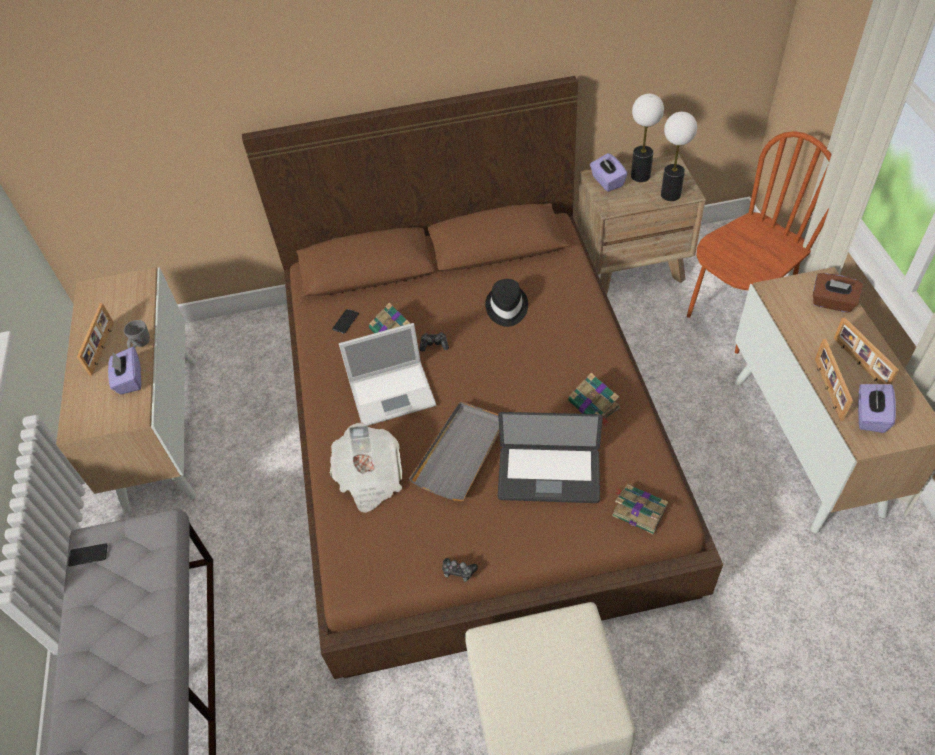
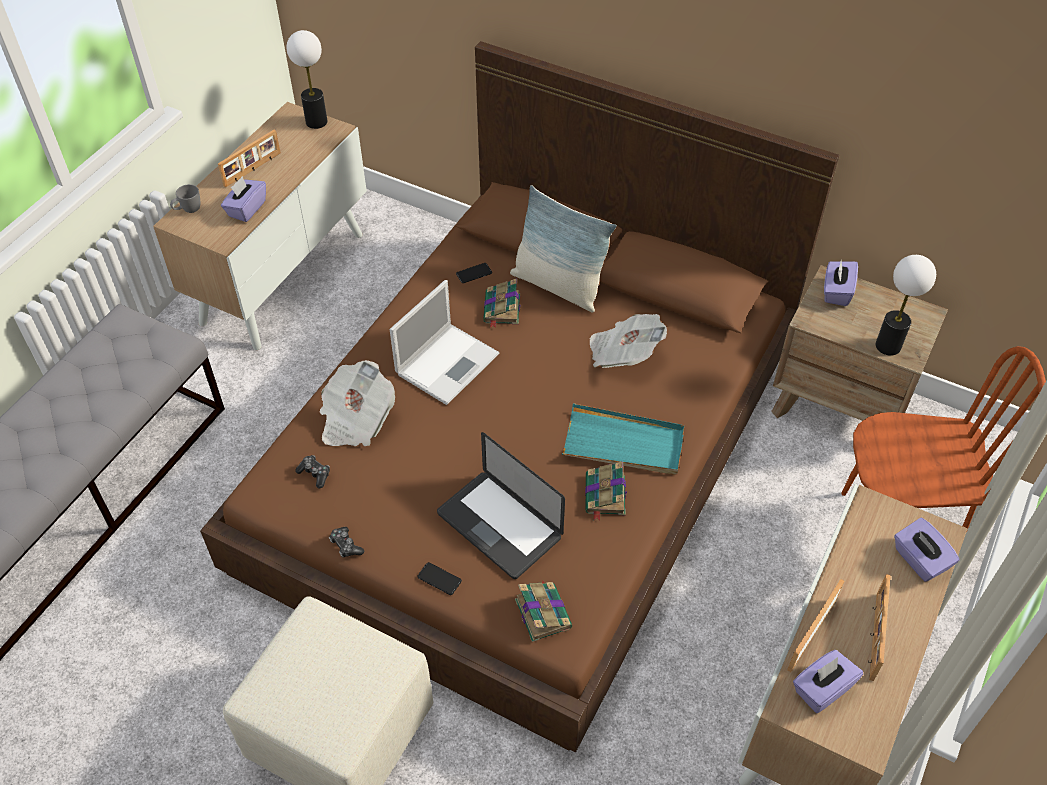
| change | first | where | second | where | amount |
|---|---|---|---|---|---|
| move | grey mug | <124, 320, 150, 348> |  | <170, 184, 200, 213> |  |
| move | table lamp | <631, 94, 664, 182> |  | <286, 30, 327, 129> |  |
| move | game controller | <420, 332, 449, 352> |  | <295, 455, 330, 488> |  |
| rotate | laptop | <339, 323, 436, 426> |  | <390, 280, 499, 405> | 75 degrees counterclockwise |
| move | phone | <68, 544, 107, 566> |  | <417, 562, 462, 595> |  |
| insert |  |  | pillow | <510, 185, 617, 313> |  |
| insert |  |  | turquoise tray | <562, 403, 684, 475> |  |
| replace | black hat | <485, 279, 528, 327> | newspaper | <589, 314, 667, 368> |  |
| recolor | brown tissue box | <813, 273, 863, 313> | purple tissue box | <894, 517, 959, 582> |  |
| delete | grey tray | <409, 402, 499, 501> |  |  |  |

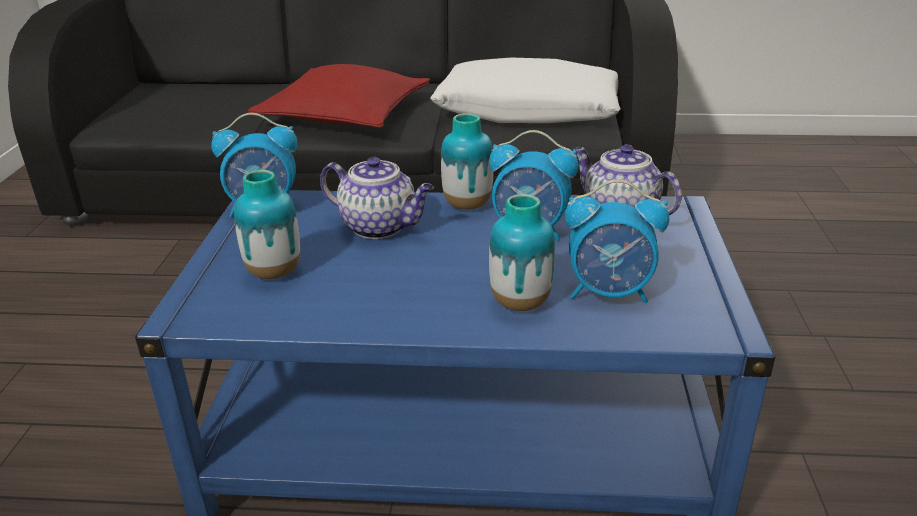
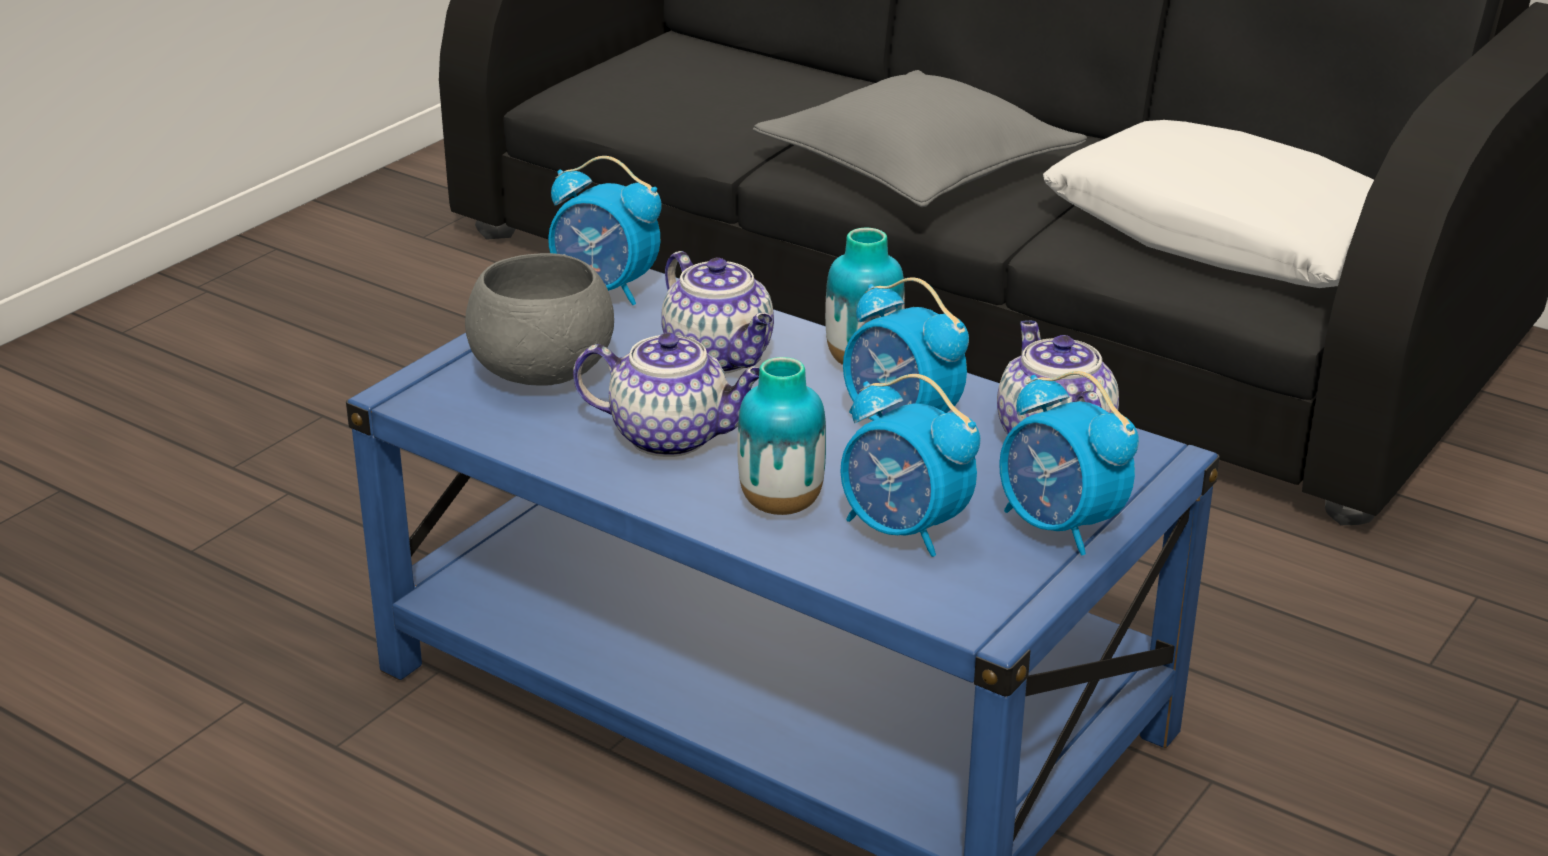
| change | first | where | second | where | amount |
|---|---|---|---|---|---|
| replace | vase | <234, 170, 300, 279> | grey bowl | <465, 253, 614, 386> |  |
| insert |  |  | teapot | <573, 332, 760, 457> |  |
| recolor | red pillow | <248, 64, 430, 128> | grey pillow | <753, 70, 1087, 207> |  |
| insert |  |  | alarm clock | <999, 371, 1139, 555> |  |

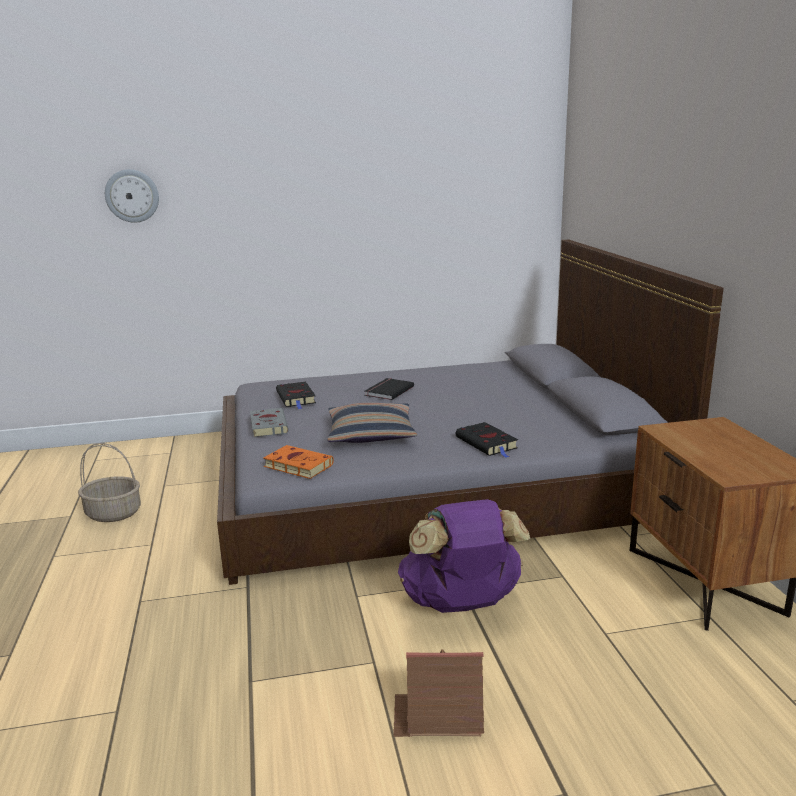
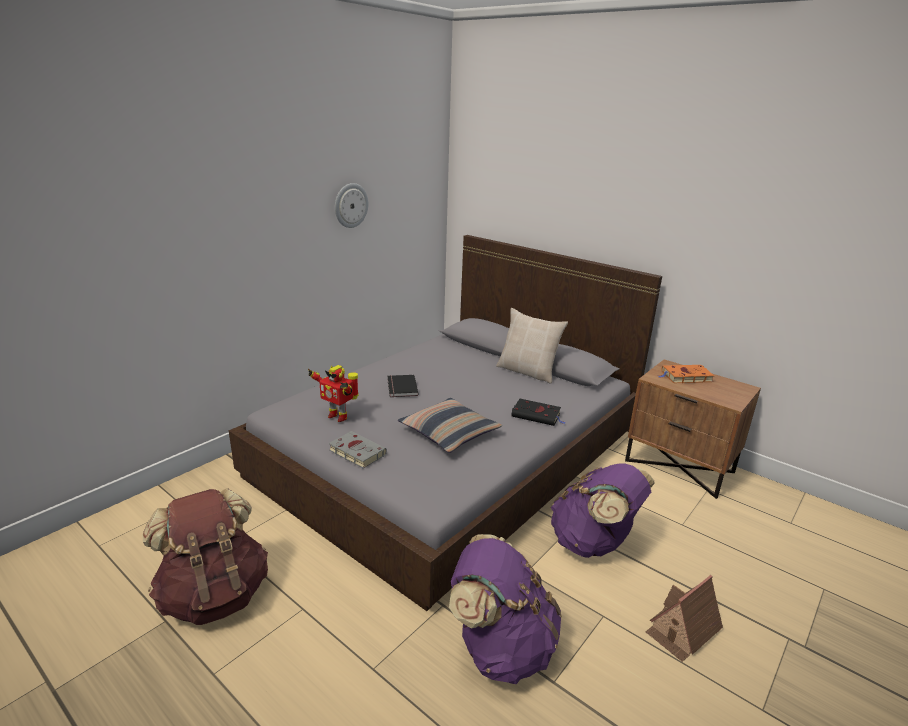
| change | first | where | second | where | amount |
|---|---|---|---|---|---|
| replace | basket | <78, 443, 141, 522> | brown backpack | <143, 488, 268, 625> |  |
| replace | black book | <276, 382, 316, 409> | toy robot | <308, 365, 359, 422> |  |
| move | wall clock | <105, 169, 159, 223> |  | <335, 183, 368, 228> |  |
| insert |  |  | purple backpack | <449, 534, 562, 684> |  |
| insert |  |  | beige pillow | <496, 308, 568, 384> |  |
| move | orange book | <263, 445, 334, 479> |  | <659, 365, 714, 383> |  |

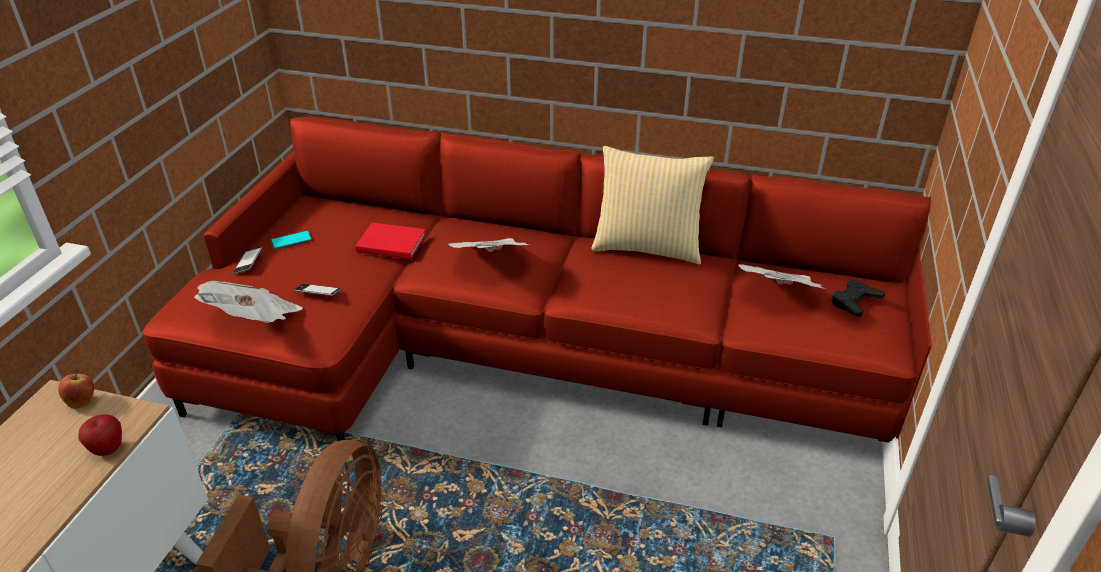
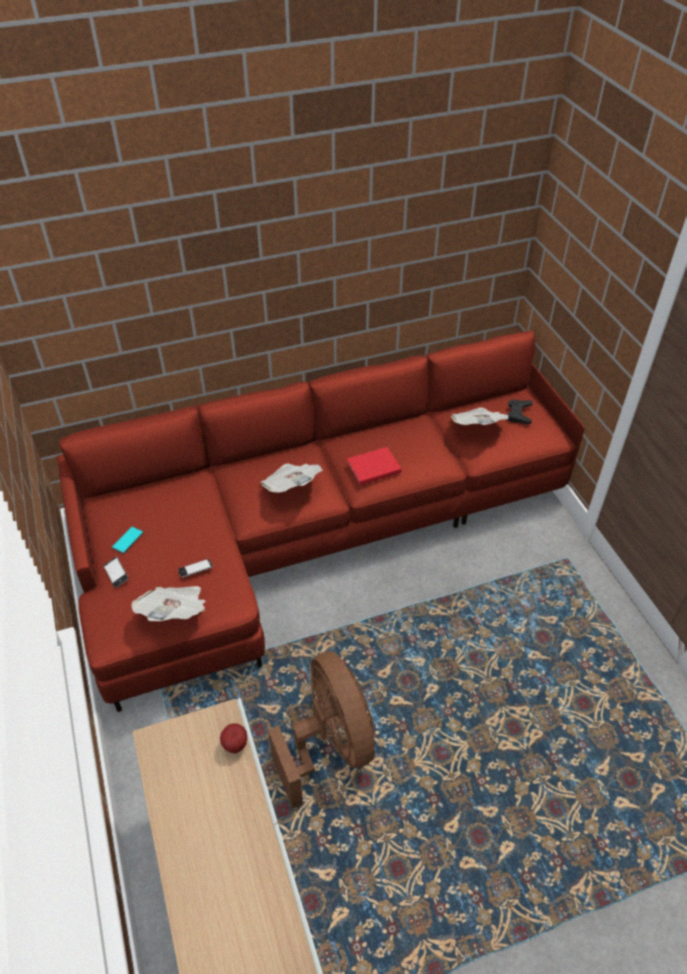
| change | first | where | second | where | amount |
|---|---|---|---|---|---|
| move | red book | <355, 223, 426, 259> |  | <347, 447, 401, 485> |  |
| delete | apple | <58, 370, 94, 409> |  |  |  |
| delete | pillow | <592, 146, 714, 265> |  |  |  |

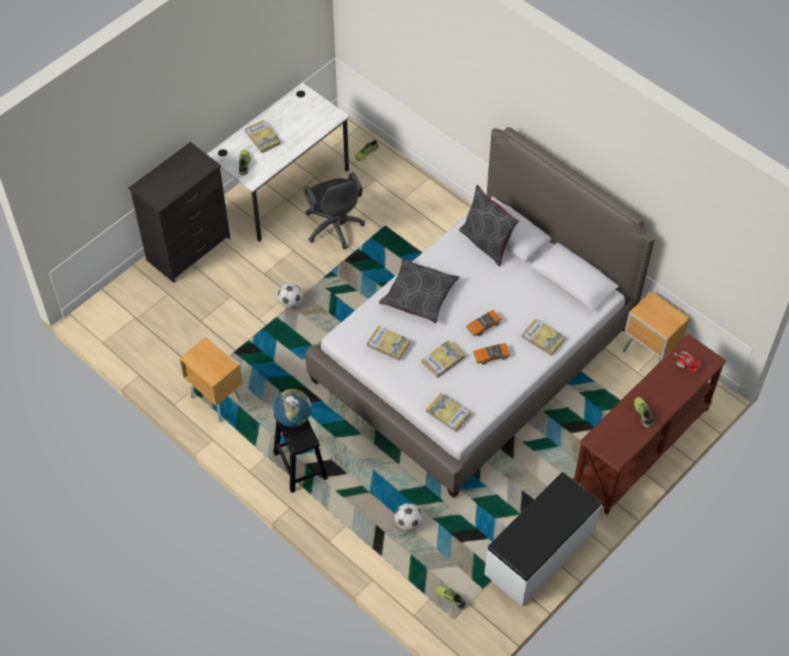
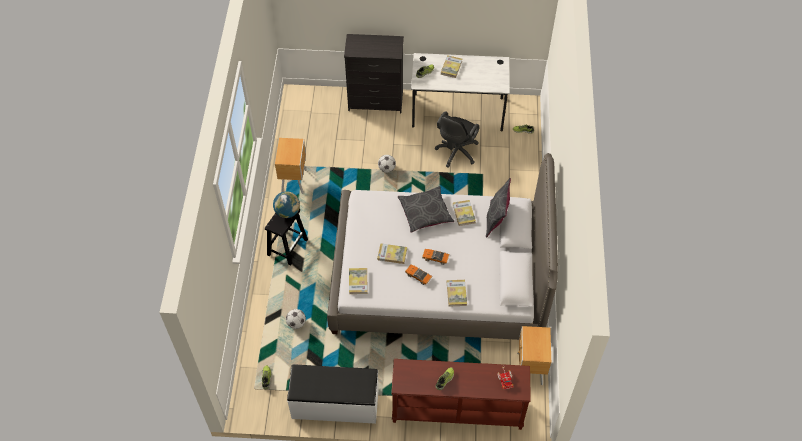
| change | first | where | second | where | amount |
|---|---|---|---|---|---|
| move | book | <367, 326, 410, 361> |  | <453, 200, 476, 226> |  |

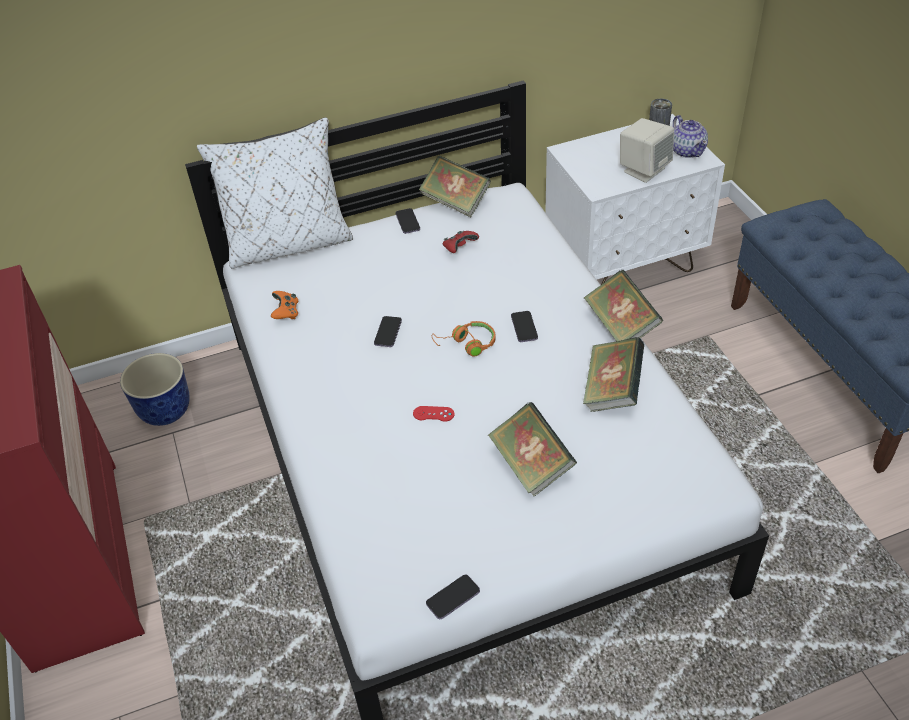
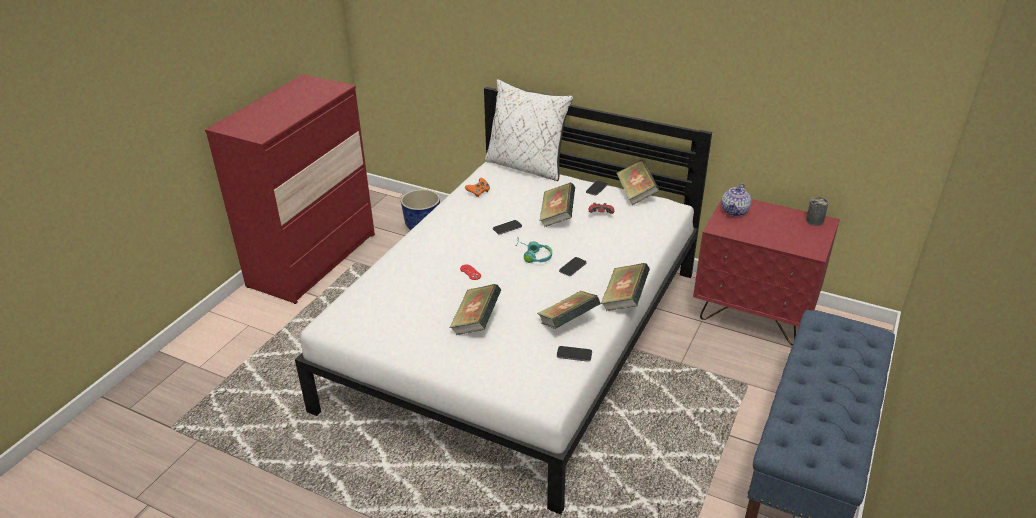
| change | first | where | second | where | amount |
|---|---|---|---|---|---|
| recolor | orange headphones | <432, 321, 496, 357> | turquoise headphones | <515, 237, 552, 263> |  |
| insert |  |  | book | <540, 183, 575, 227> |  |
| move | phone | <426, 575, 480, 619> |  | <557, 346, 592, 362> |  |
| recolor | white nightstand | <545, 114, 725, 285> | red nightstand | <693, 199, 840, 345> |  |
| move | teapot | <673, 115, 708, 158> |  | <721, 184, 751, 216> |  |
| delete | beige speaker | <620, 118, 674, 183> |  |  |  |

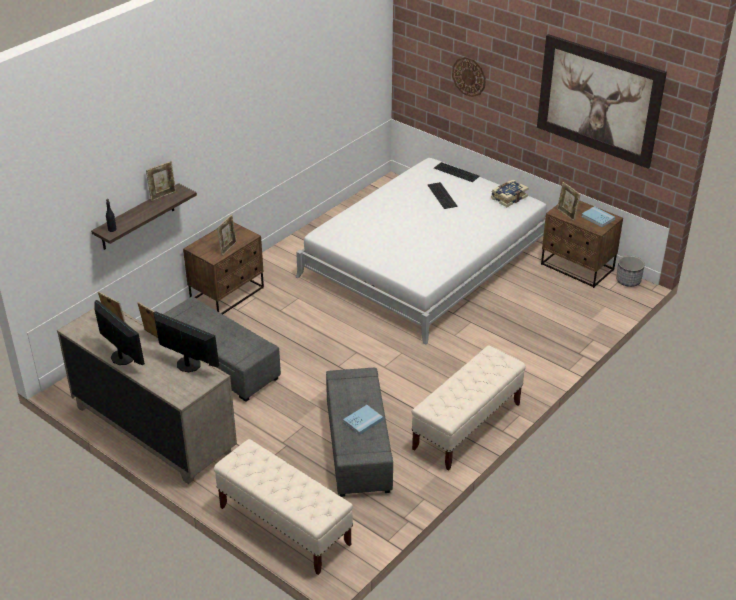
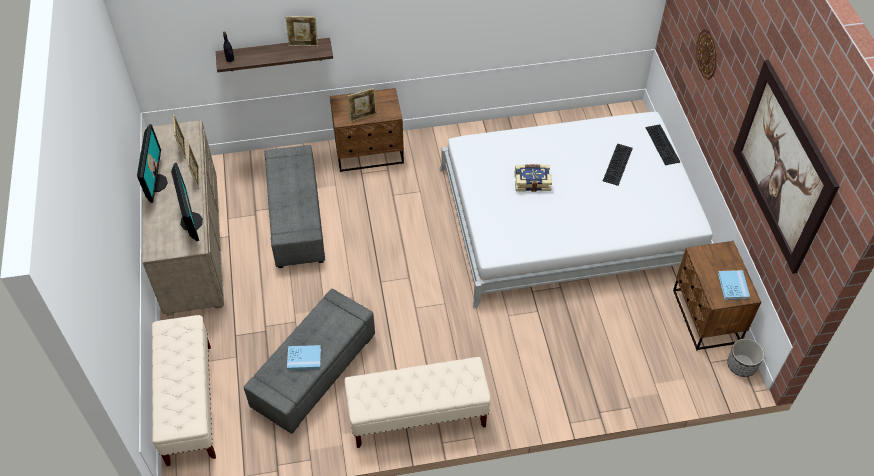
| change | first | where | second | where | amount |
|---|---|---|---|---|---|
| move | book | <491, 179, 529, 207> |  | <514, 164, 552, 192> |  |
| delete | picture frame | <557, 182, 581, 221> |  |  |  |

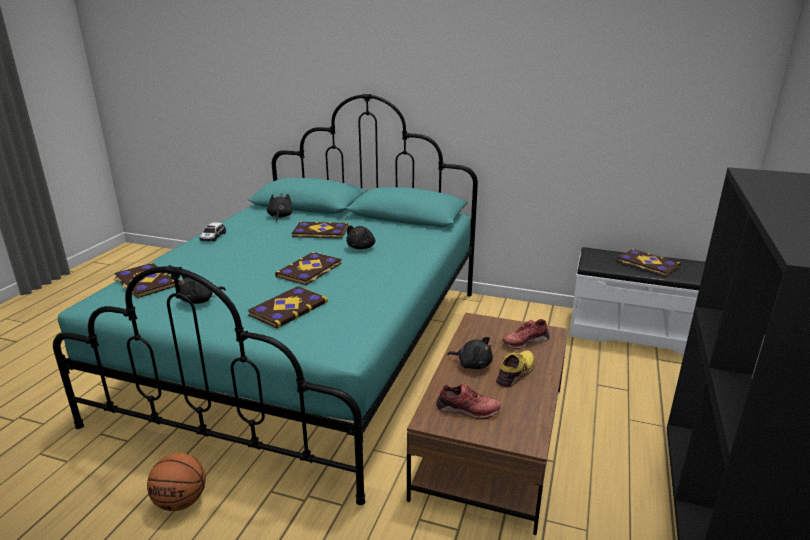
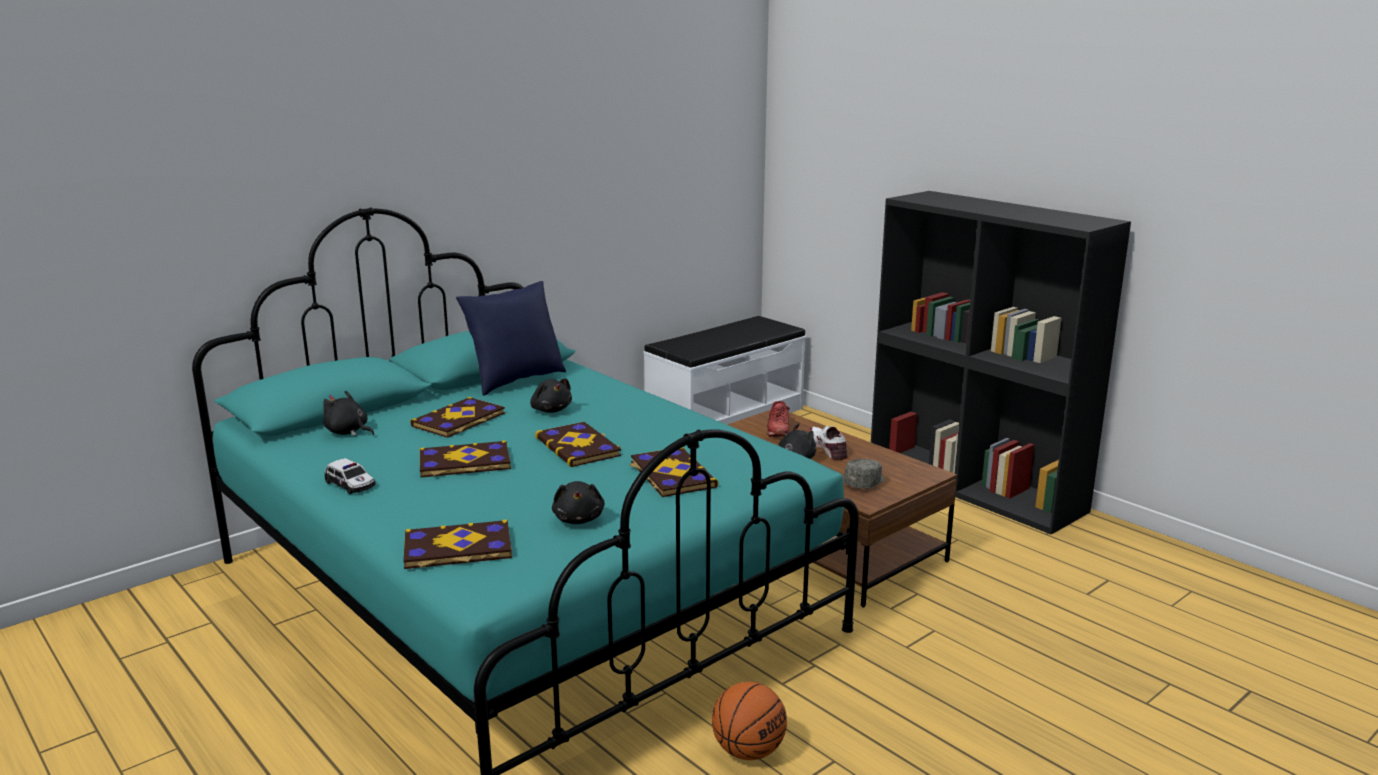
| change | first | where | second | where | amount |
|---|---|---|---|---|---|
| move | book | <617, 249, 680, 277> |  | <420, 440, 511, 478> |  |
| insert |  |  | blue pillow | <456, 281, 566, 396> |  |
| recolor | yellow shoe | <496, 351, 535, 387> | white shoe | <812, 426, 847, 460> |  |
| replace | red shoe | <436, 384, 501, 419> | grey cap | <843, 459, 885, 488> |  |

